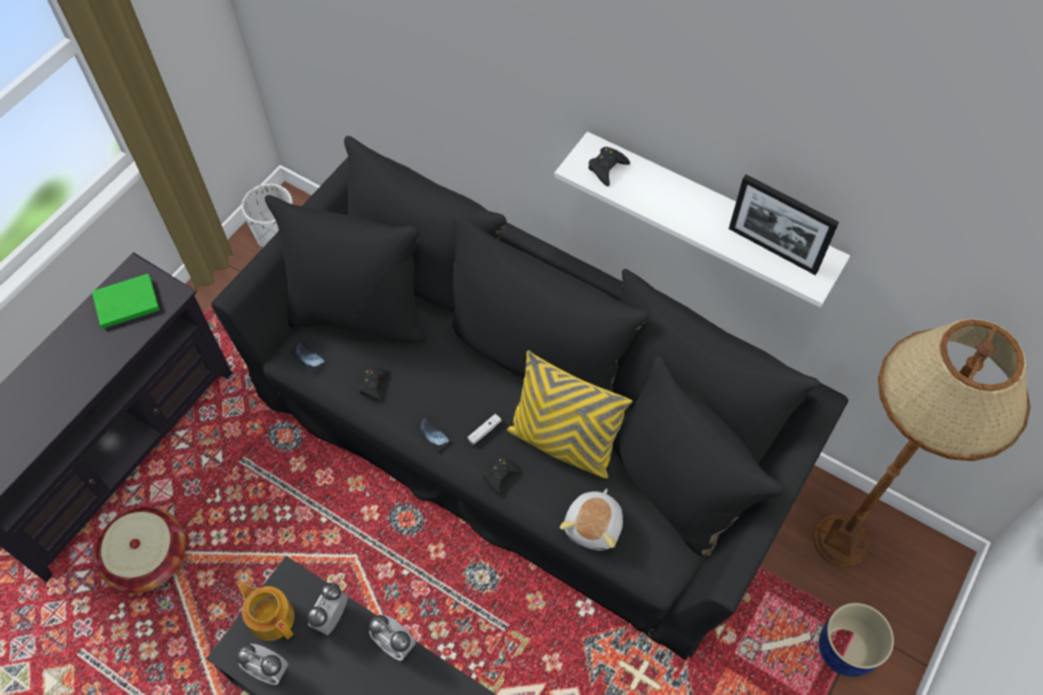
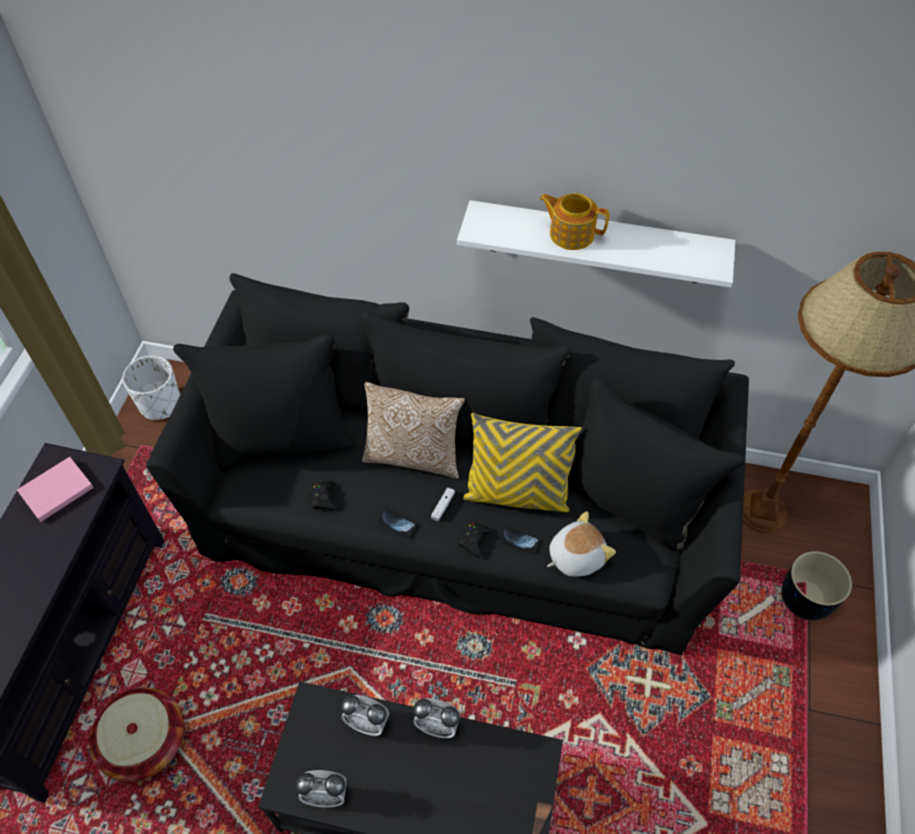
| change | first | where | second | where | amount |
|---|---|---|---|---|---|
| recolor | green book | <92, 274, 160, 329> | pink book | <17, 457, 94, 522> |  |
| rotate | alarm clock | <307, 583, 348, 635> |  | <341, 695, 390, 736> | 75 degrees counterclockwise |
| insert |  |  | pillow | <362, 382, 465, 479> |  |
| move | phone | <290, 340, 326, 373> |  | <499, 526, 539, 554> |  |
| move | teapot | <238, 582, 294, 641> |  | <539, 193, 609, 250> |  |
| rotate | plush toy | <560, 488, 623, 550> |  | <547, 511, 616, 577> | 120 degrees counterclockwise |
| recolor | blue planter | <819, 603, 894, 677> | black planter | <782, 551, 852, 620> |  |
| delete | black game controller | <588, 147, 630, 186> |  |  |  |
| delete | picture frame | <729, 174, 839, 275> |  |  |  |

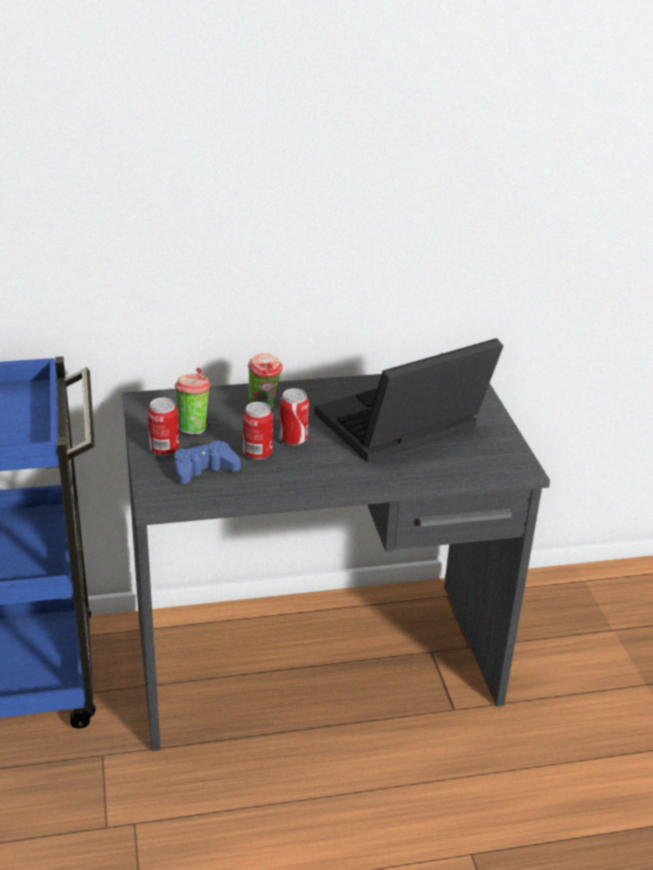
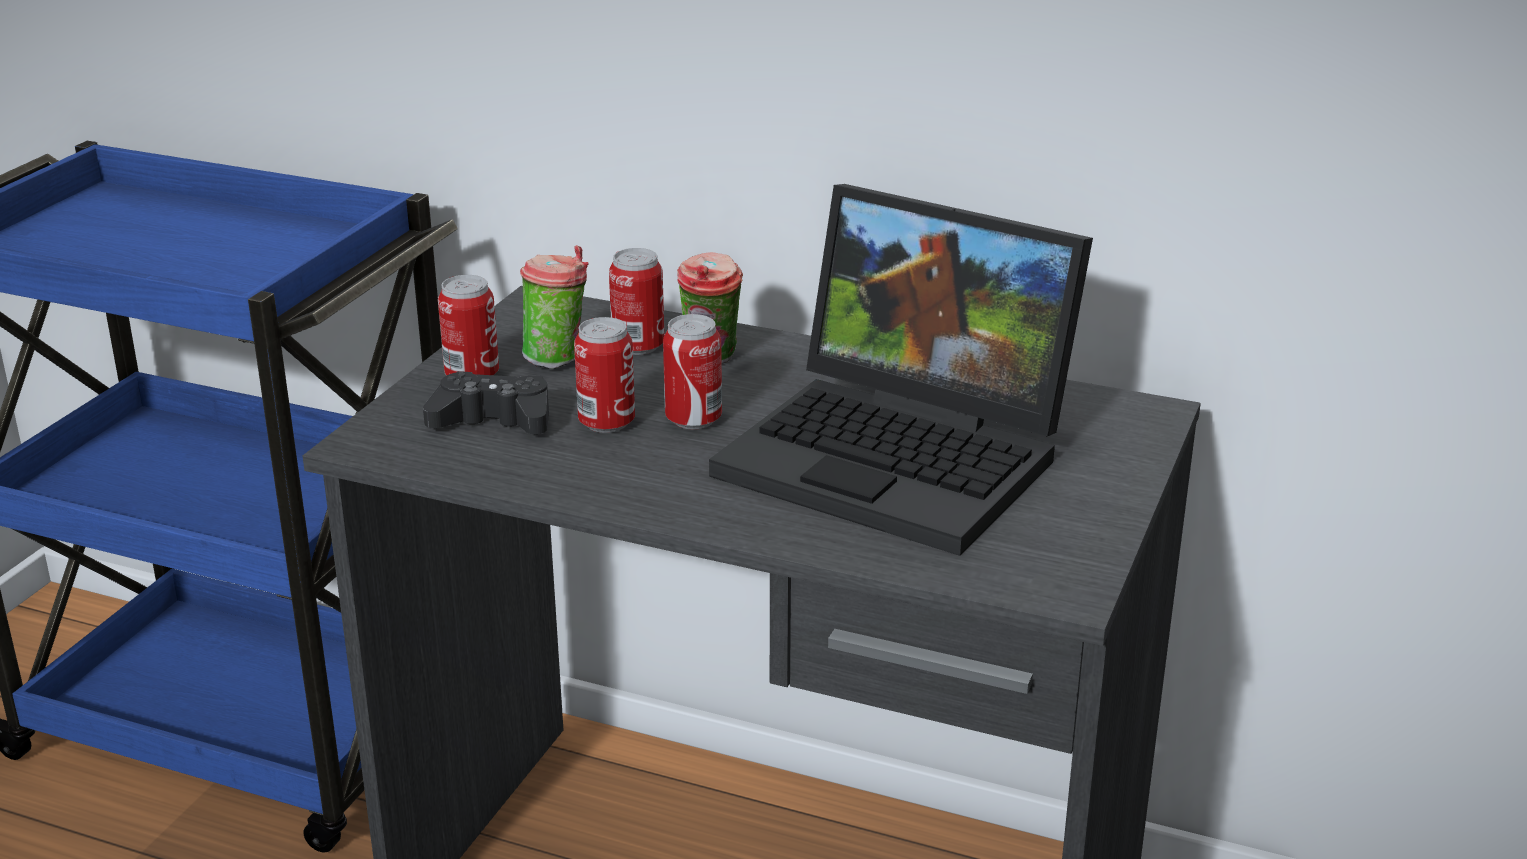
| change | first | where | second | where | amount |
|---|---|---|---|---|---|
| recolor | blue game controller | <174, 440, 241, 484> | black game controller | <423, 371, 549, 434> |  |
| insert |  |  | can | <609, 248, 664, 355> |  |
| rotate | laptop | <314, 338, 504, 462> |  | <709, 184, 1093, 556> | 150 degrees counterclockwise |

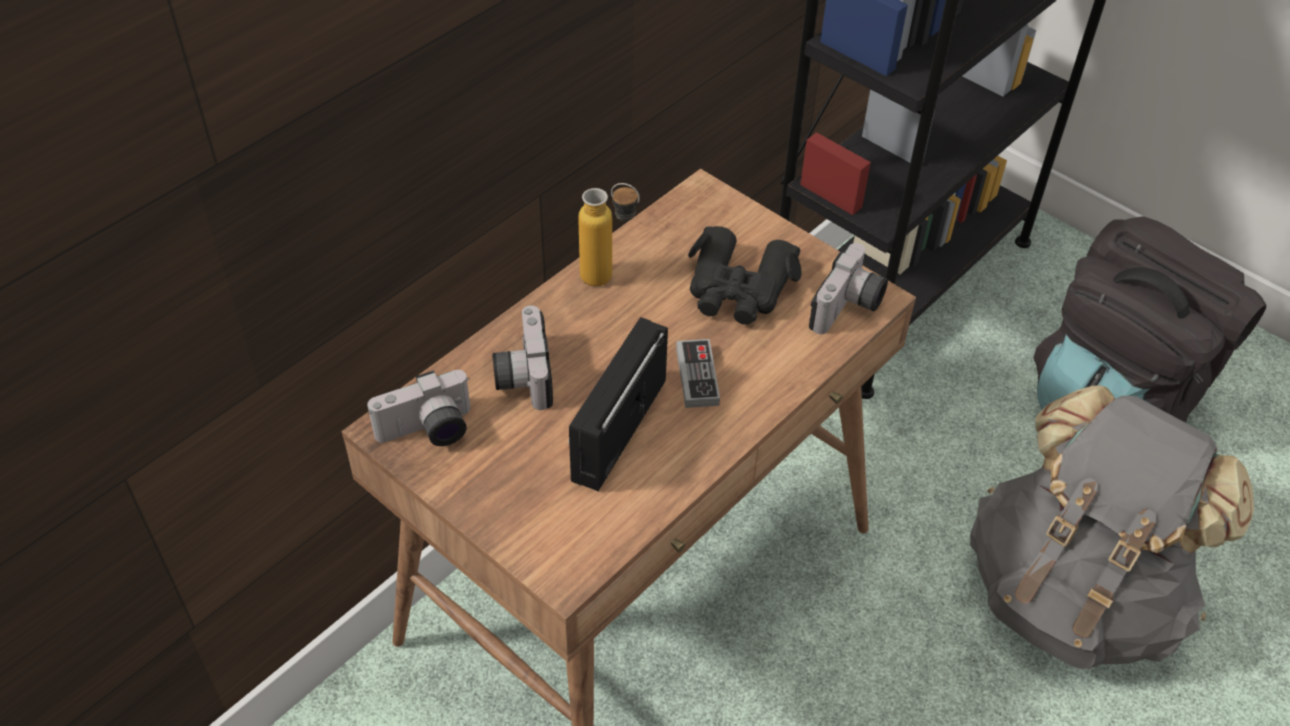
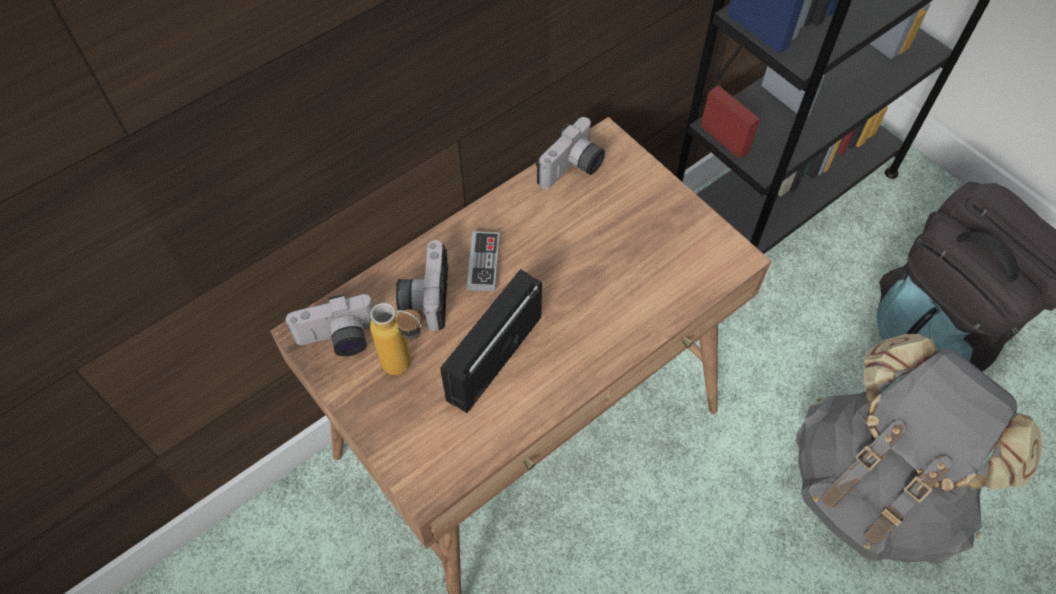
| change | first | where | second | where | amount |
|---|---|---|---|---|---|
| move | bottle | <578, 183, 640, 286> |  | <370, 303, 422, 375> |  |
| move | game controller | <676, 339, 720, 408> |  | <467, 231, 500, 291> |  |
| move | photo camera | <809, 243, 888, 334> |  | <536, 117, 605, 189> |  |
| delete | black binoculars | <688, 226, 802, 325> |  |  |  |

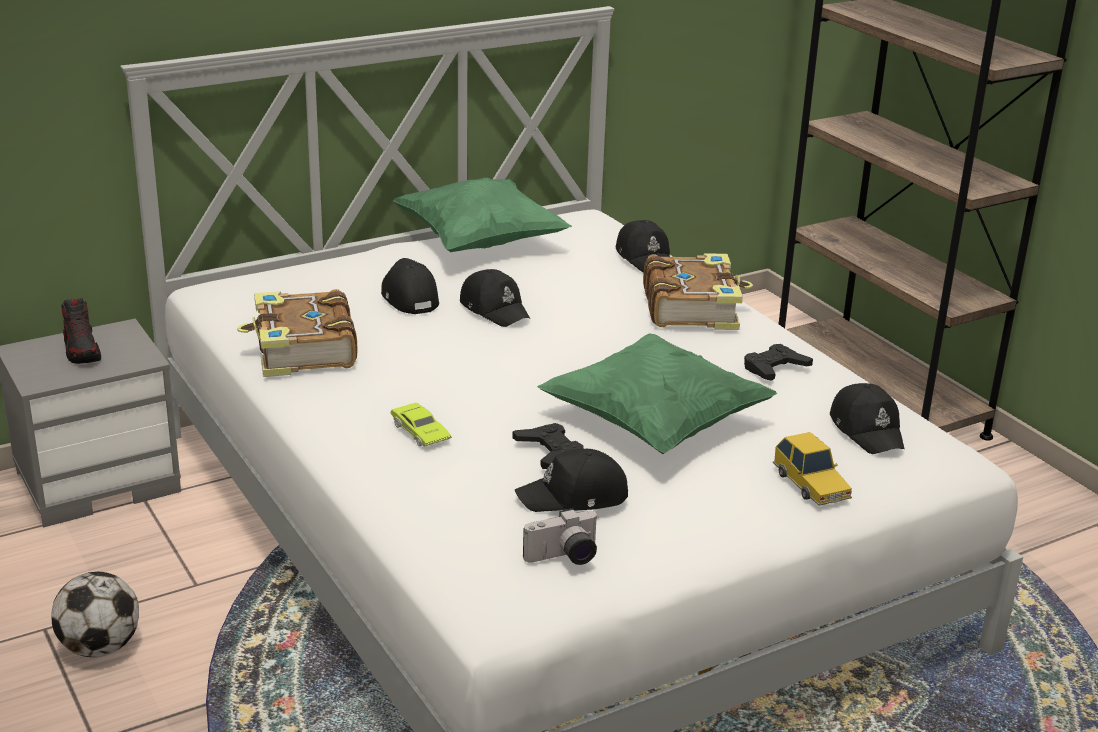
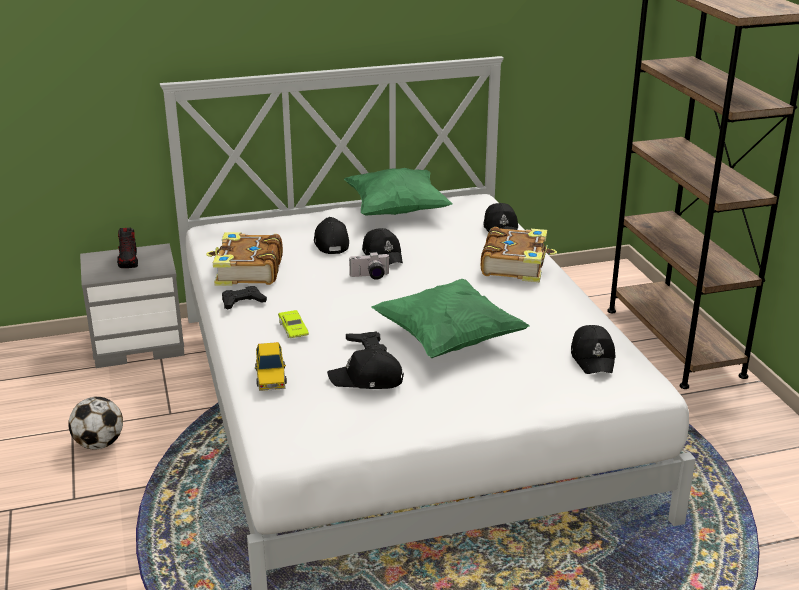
| change | first | where | second | where | amount |
|---|---|---|---|---|---|
| move | black game controller | <744, 344, 813, 381> |  | <222, 286, 267, 309> |  |
| move | toy car | <773, 432, 852, 506> |  | <255, 342, 287, 391> |  |
| move | photo camera | <523, 508, 599, 565> |  | <349, 252, 389, 280> |  |

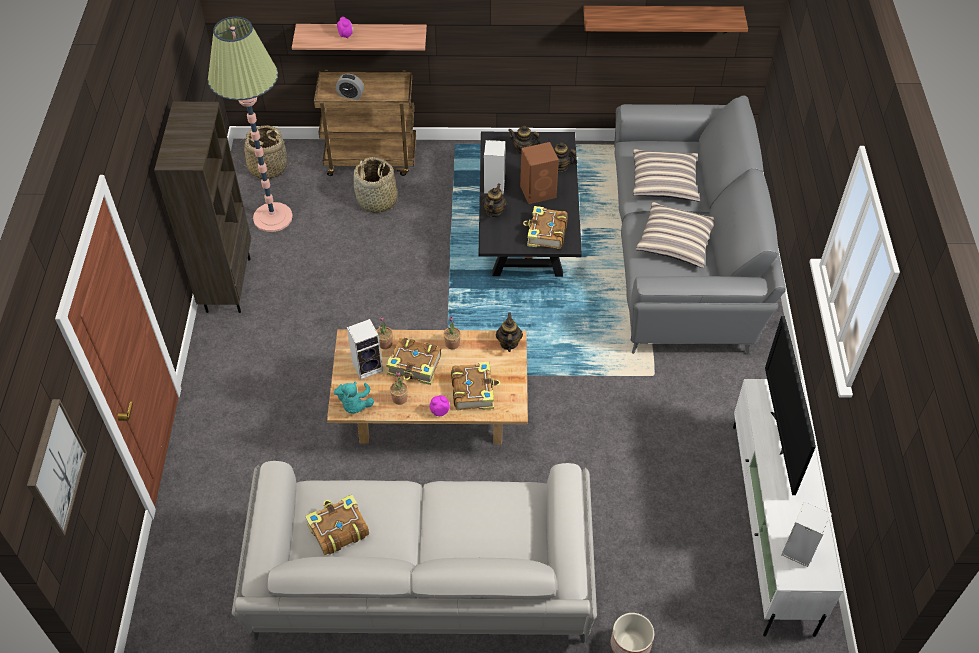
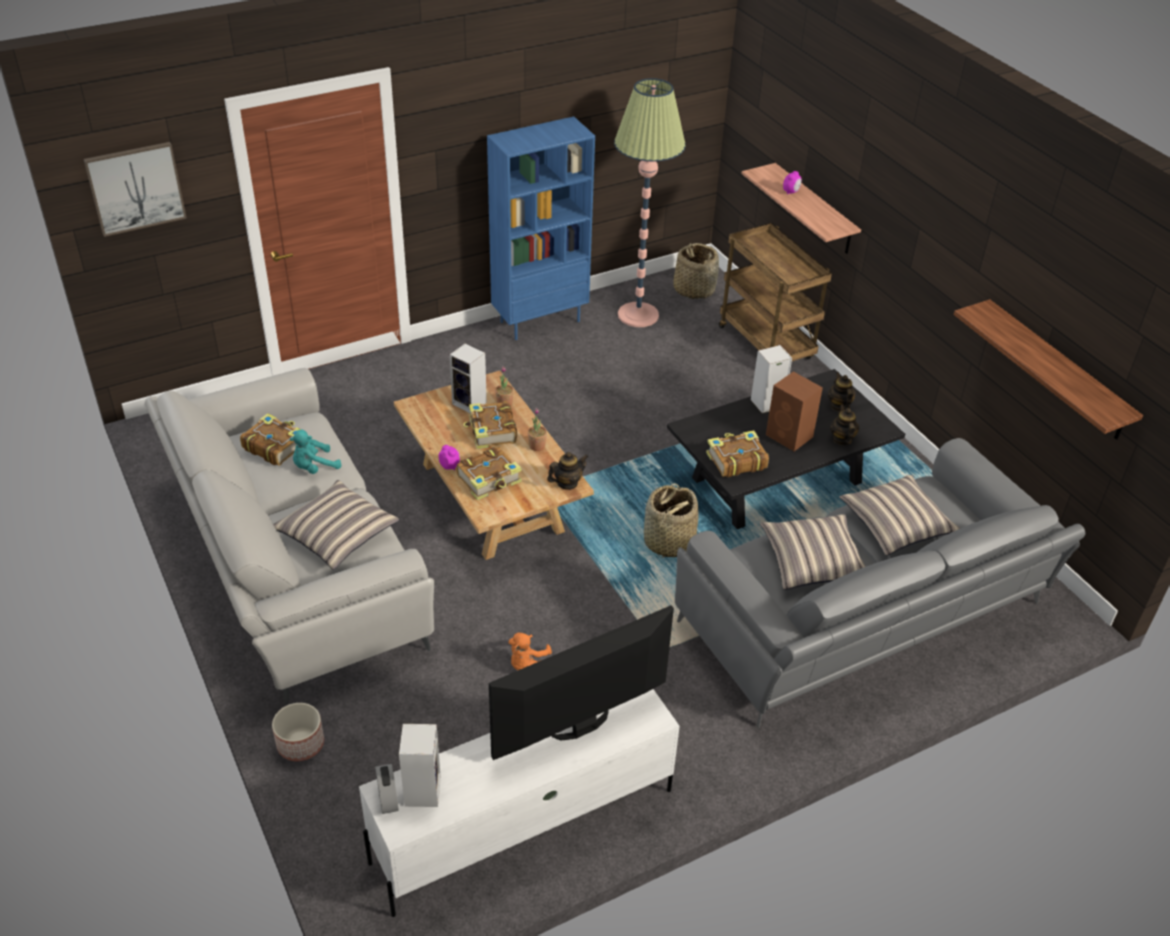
| change | first | where | second | where | amount |
|---|---|---|---|---|---|
| insert |  |  | pillow | <273, 480, 399, 570> |  |
| move | turquoise plush toy | <334, 382, 374, 414> |  | <290, 429, 341, 474> |  |
| move | alarm clock | <336, 74, 364, 100> |  | <375, 764, 399, 814> |  |
| recolor | brown bookcase | <154, 102, 251, 313> | blue bookcase | <487, 116, 595, 340> |  |
| insert |  |  | orange plush toy | <508, 633, 552, 670> |  |
| move | basket | <353, 157, 397, 213> |  | <644, 483, 699, 557> |  |
| delete | potted plant | <390, 372, 408, 405> |  |  |  |
| delete | teapot | <483, 183, 507, 217> |  |  |  |

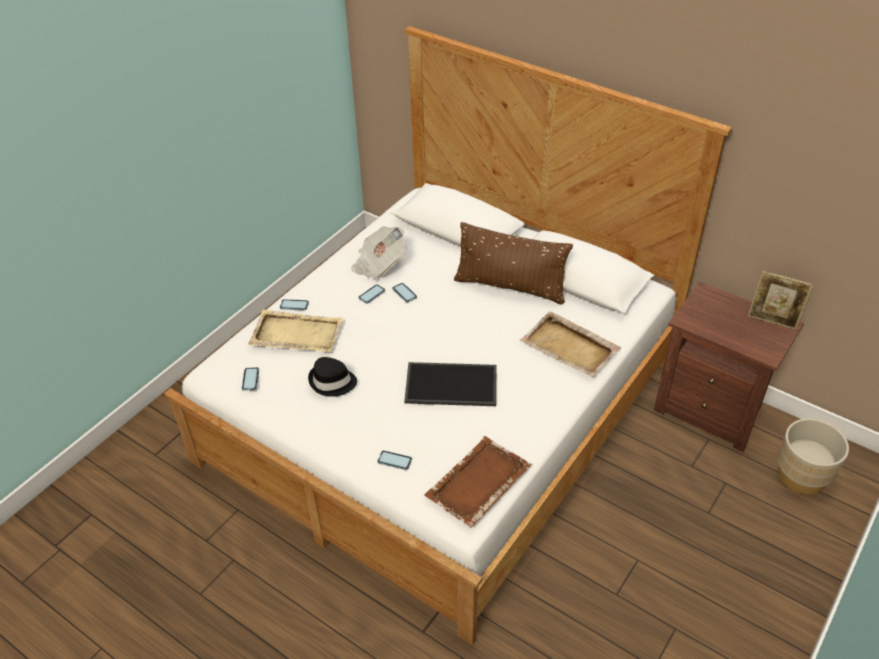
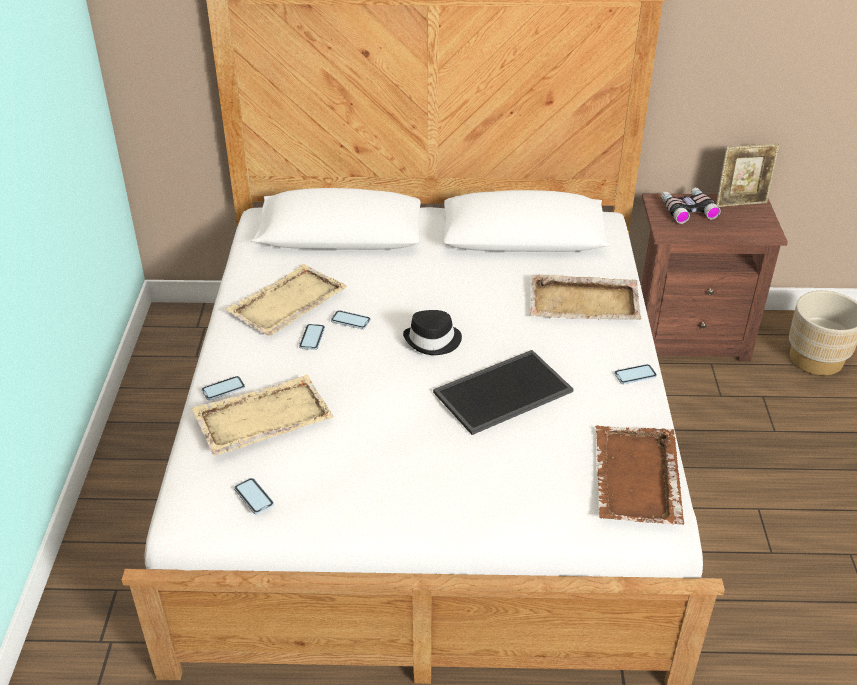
| change | first | where | second | where | amount |
|---|---|---|---|---|---|
| replace | newspaper | <351, 226, 407, 280> | beige tray | <225, 264, 348, 336> |  |
| move | black hat | <308, 357, 357, 397> |  | <403, 310, 462, 355> |  |
| move | phone | <378, 451, 412, 470> |  | <614, 364, 657, 384> |  |
| insert |  |  | binoculars | <661, 187, 721, 224> |  |
| delete | brown pillow | <454, 222, 573, 305> |  |  |  |

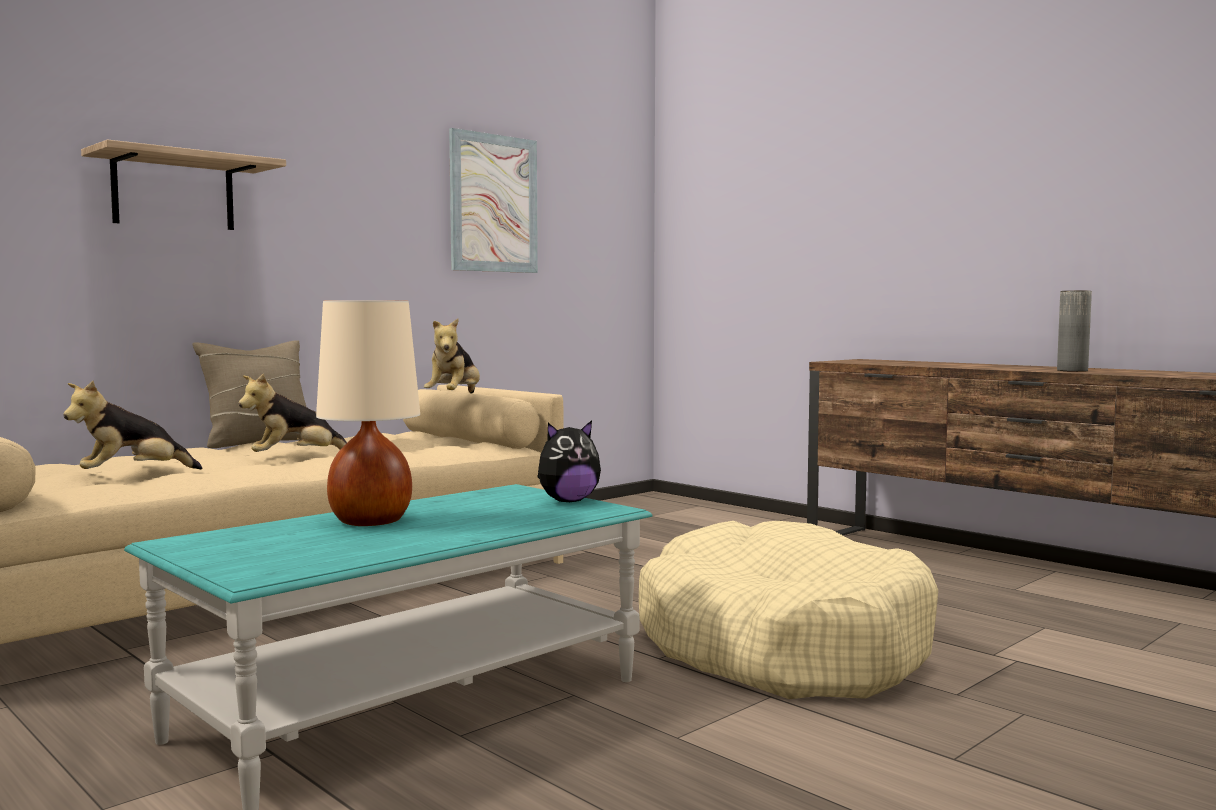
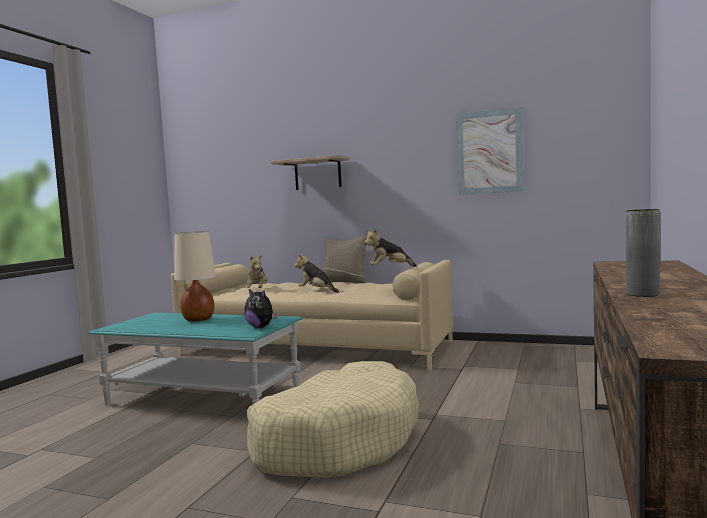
| change | first | where | second | where | amount |
|---|---|---|---|---|---|
| rotate | plush toy | <63, 381, 202, 469> |  | <246, 255, 268, 288> | 120 degrees counterclockwise |

